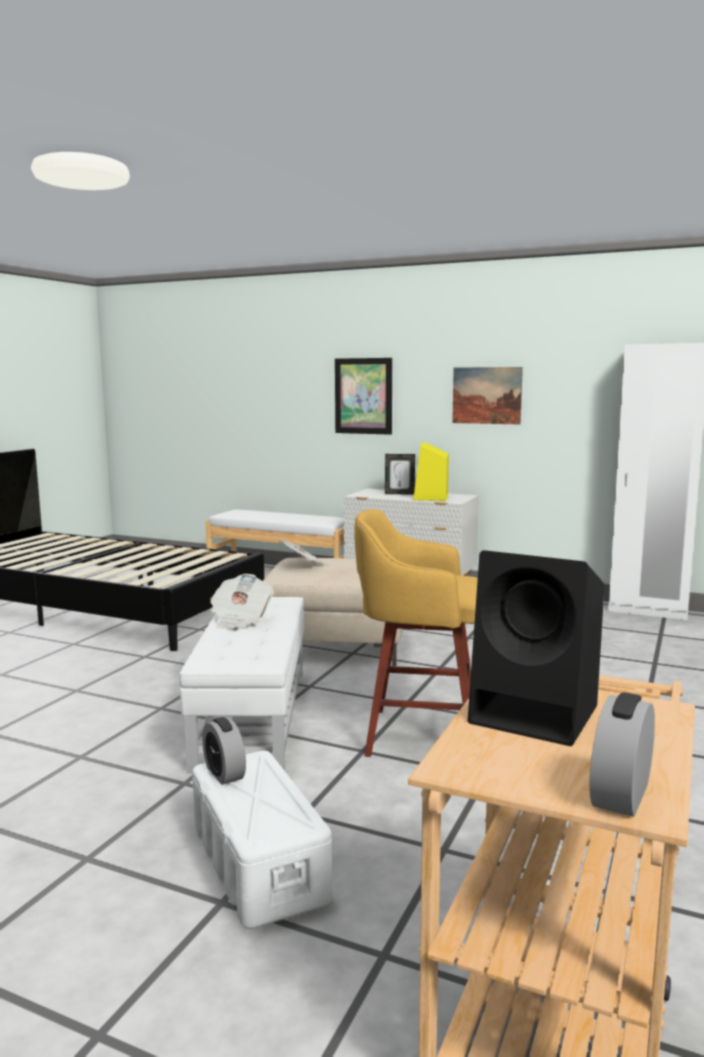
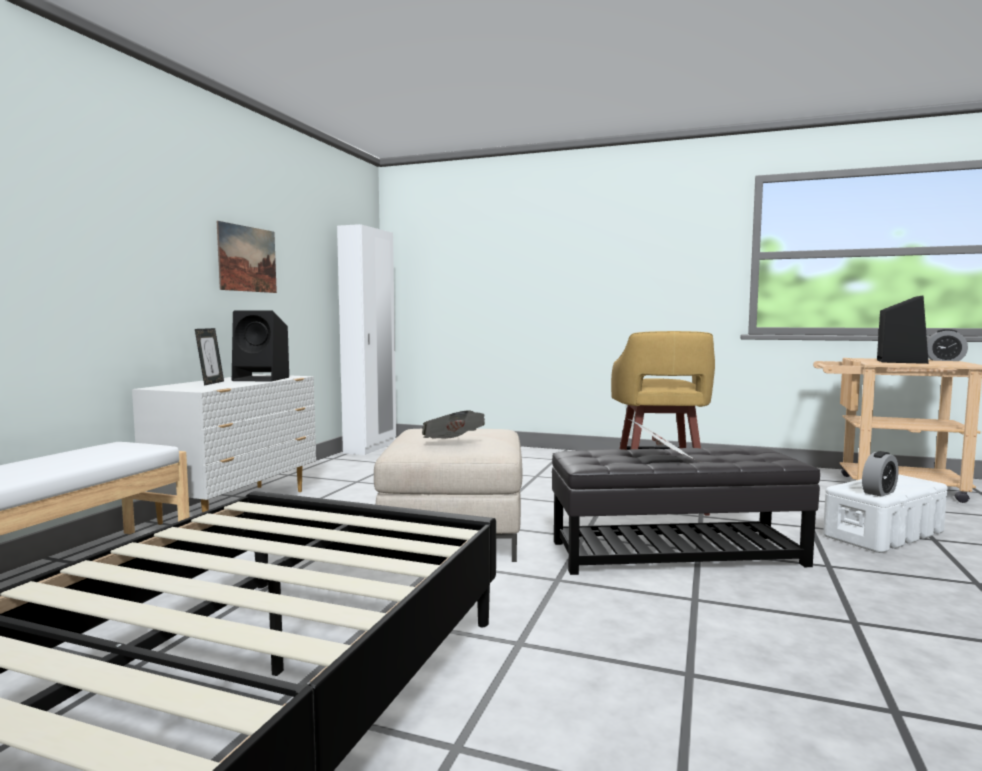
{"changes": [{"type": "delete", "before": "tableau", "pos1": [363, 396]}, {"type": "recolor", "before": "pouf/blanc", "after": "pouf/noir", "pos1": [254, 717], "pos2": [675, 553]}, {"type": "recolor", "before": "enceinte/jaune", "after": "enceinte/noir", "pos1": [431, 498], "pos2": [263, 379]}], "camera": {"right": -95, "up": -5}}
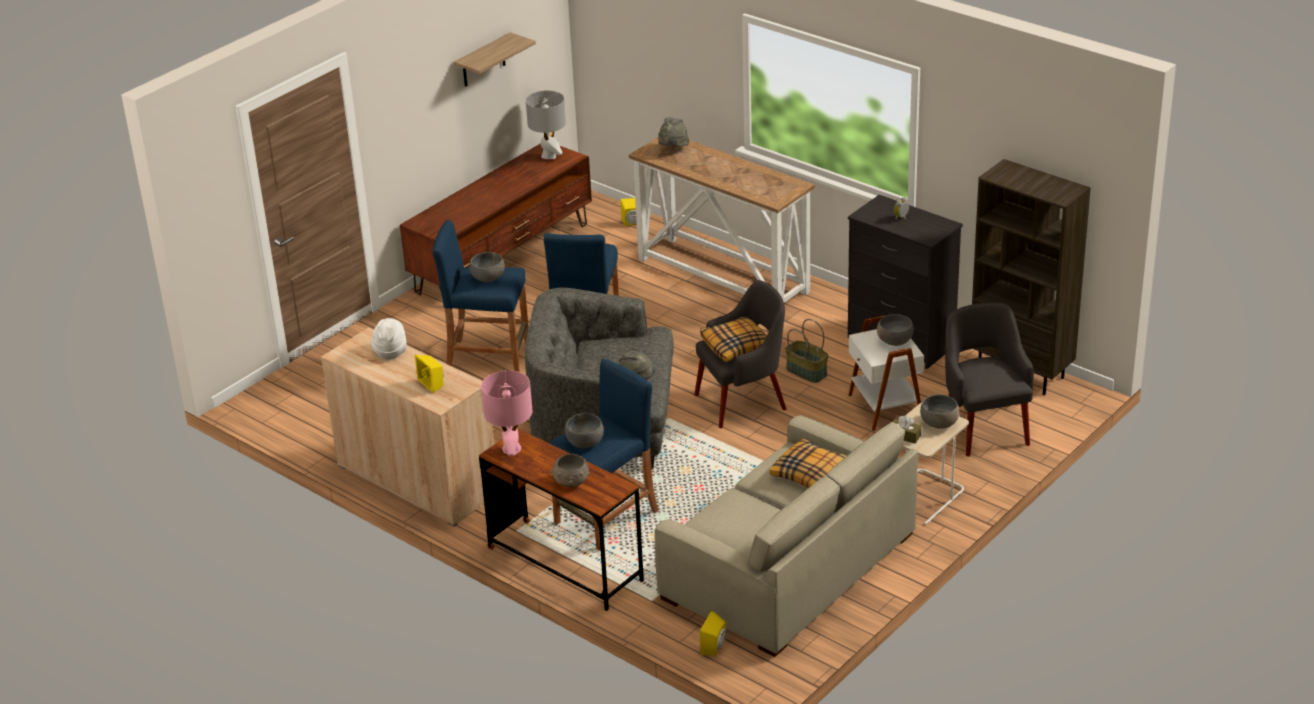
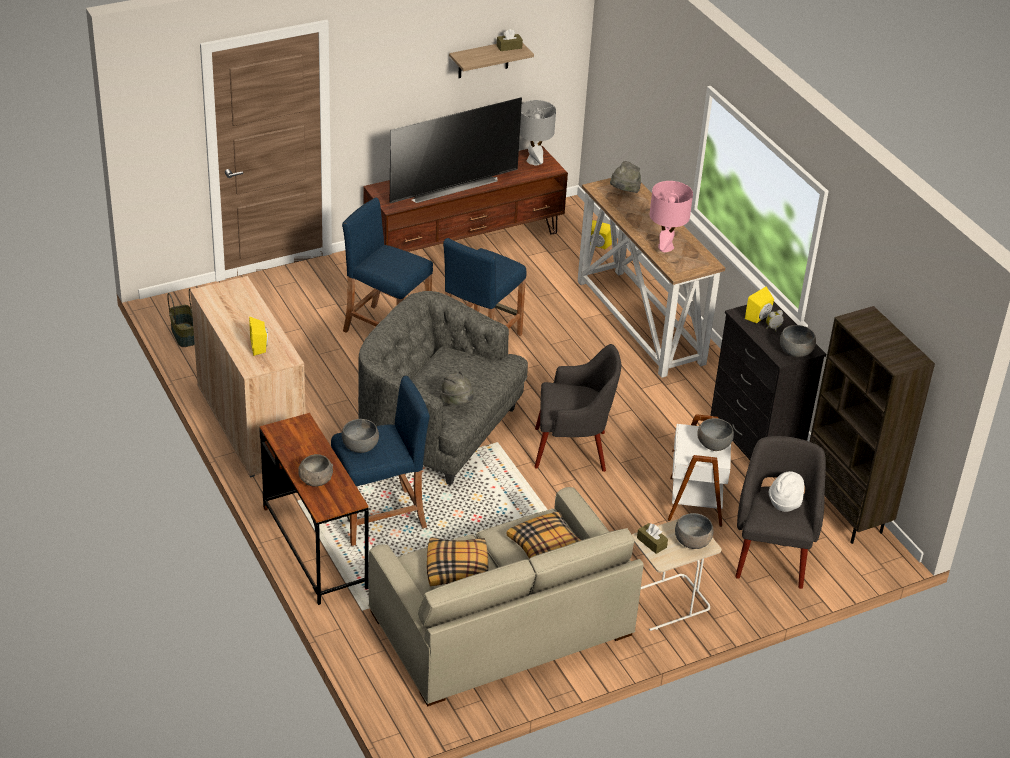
{"changes": [{"type": "insert", "after": "téléviseur", "pos2": [451, 185]}, {"type": "insert", "after": "boîte à mouchoirs/marron", "pos2": [509, 47]}, {"type": "move", "before": "chapeau/blanc", "pos1": [390, 351], "pos2": [785, 502]}, {"type": "move", "before": "bol/gris", "pos1": [488, 277], "pos2": [796, 351]}, {"type": "move", "before": "lampe de table/rose", "pos1": [511, 449], "pos2": [665, 247]}, {"type": "move", "before": "coussin", "pos1": [736, 346], "pos2": [457, 569]}, {"type": "move", "before": "enceinte/jaune", "pos1": [715, 647], "pos2": [759, 317]}, {"type": "move", "before": "panier", "pos1": [807, 372], "pos2": [185, 335]}], "camera": {"right": 20, "up": 5}}
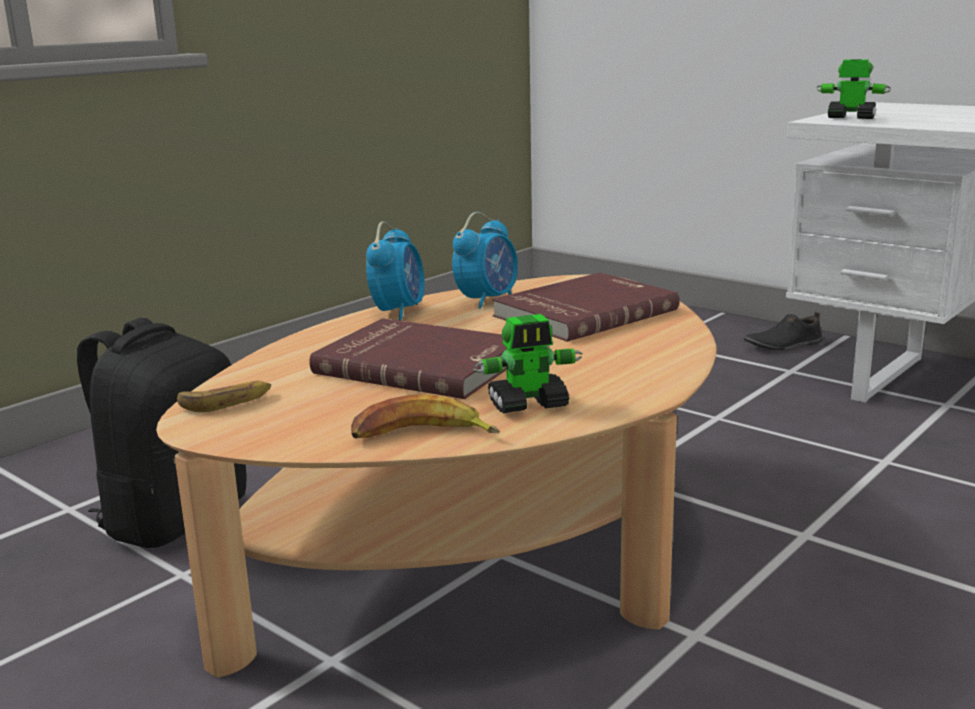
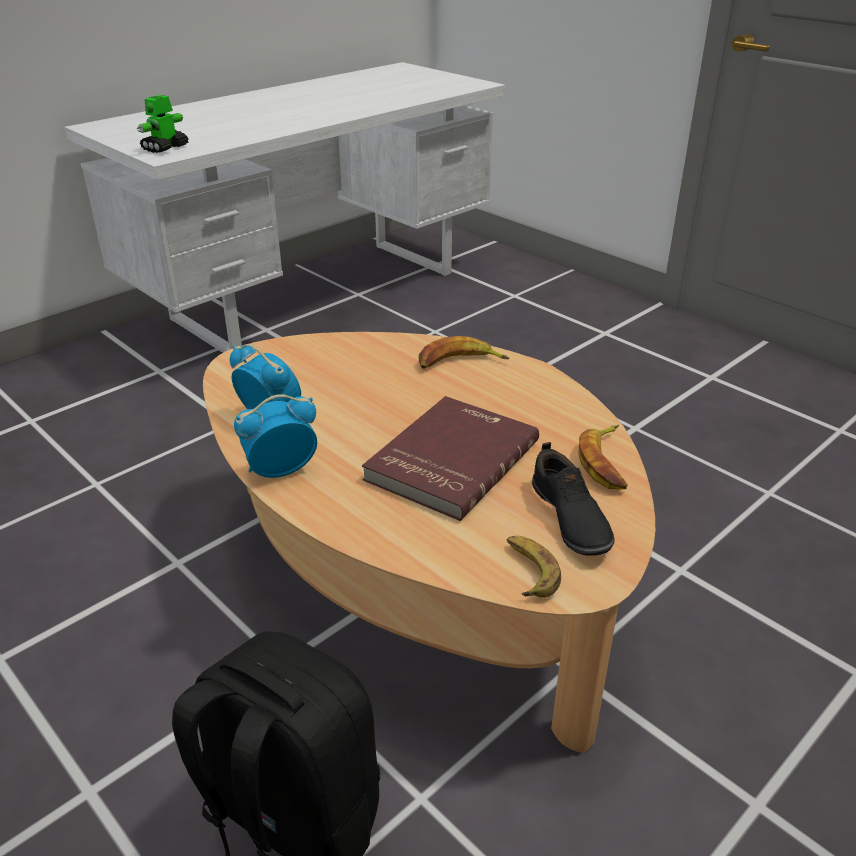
{"changes": [{"type": "delete", "before": "robot jouet", "pos1": [529, 404]}, {"type": "delete", "before": "livre/rouge", "pos1": [583, 312]}, {"type": "insert", "after": "banane", "pos2": [459, 362]}, {"type": "move", "before": "chaussure/noir", "pos1": [782, 345], "pos2": [569, 518]}, {"type": "rotate", "before": "réveil", "pos1": [398, 311], "pos2": [280, 470], "turn": -45}], "camera": {"right": -85, "up": 15}}
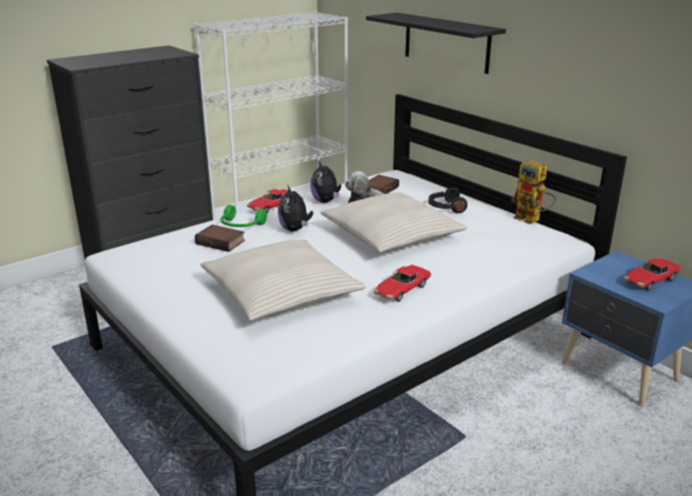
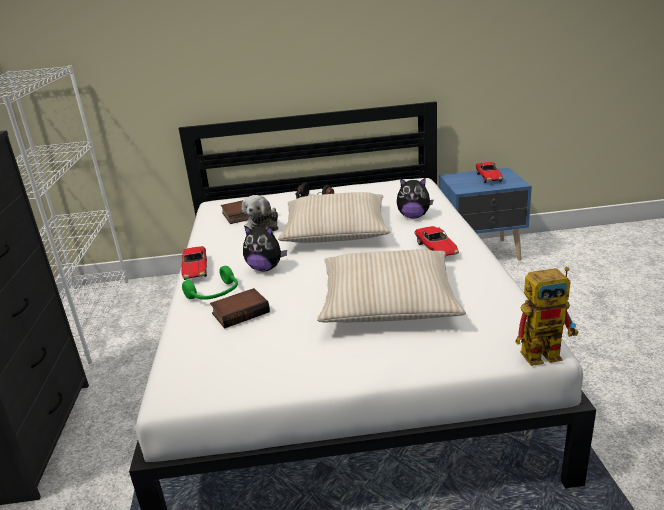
{"changes": [{"type": "delete", "before": "étagère/noir", "pos1": [446, 42]}, {"type": "move", "before": "peluche", "pos1": [326, 201], "pos2": [413, 216]}, {"type": "move", "before": "robot jouet", "pos1": [532, 220], "pos2": [547, 352]}], "camera": {"right": -55, "up": 0}}
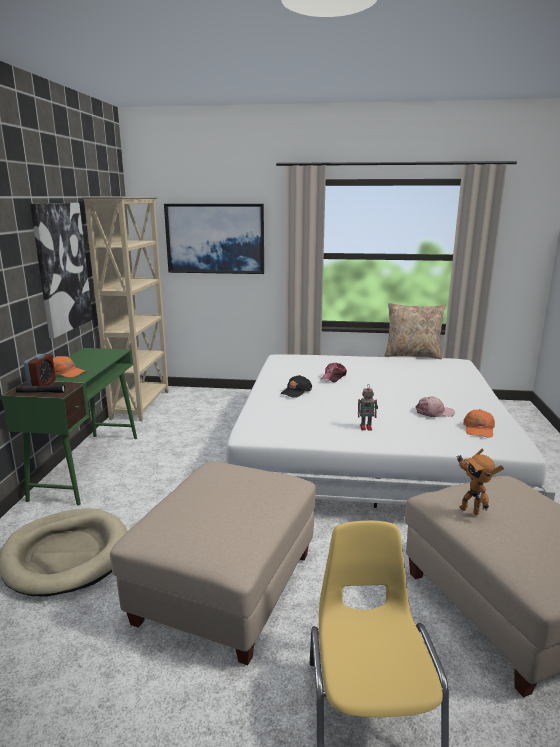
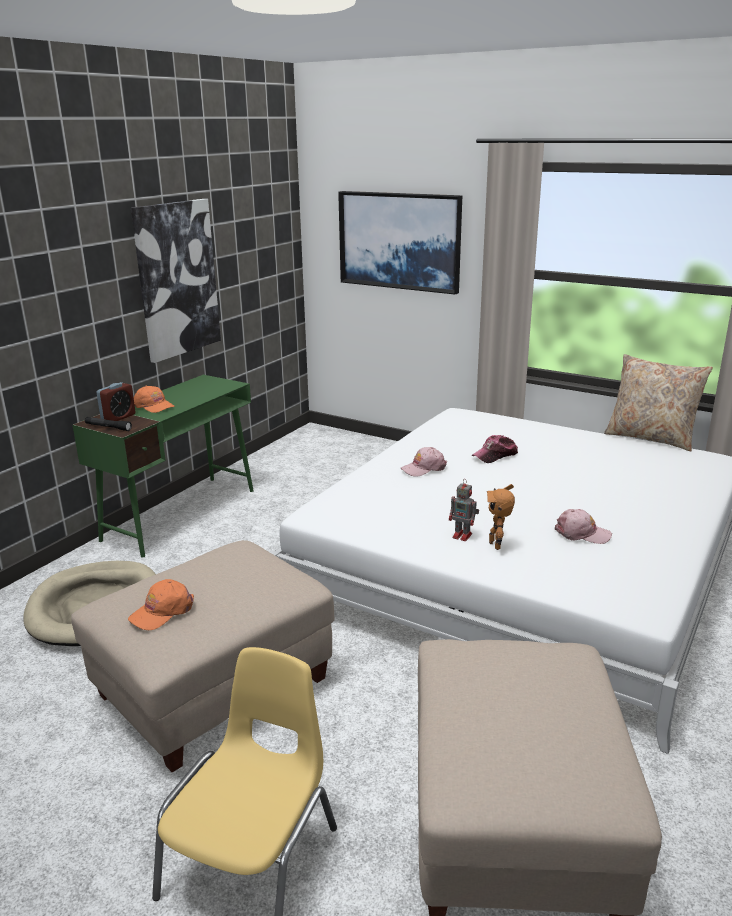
{"changes": [{"type": "delete", "before": "bibliothèque/beige", "pos1": [142, 404]}, {"type": "move", "before": "robot jouet", "pos1": [470, 510], "pos2": [497, 545]}, {"type": "move", "before": "casquette/orange", "pos1": [478, 429], "pos2": [162, 612]}, {"type": "recolor", "before": "casquette/noir", "after": "casquette/rose", "pos1": [296, 391], "pos2": [423, 468]}], "camera": {"right": 25, "up": 5}}
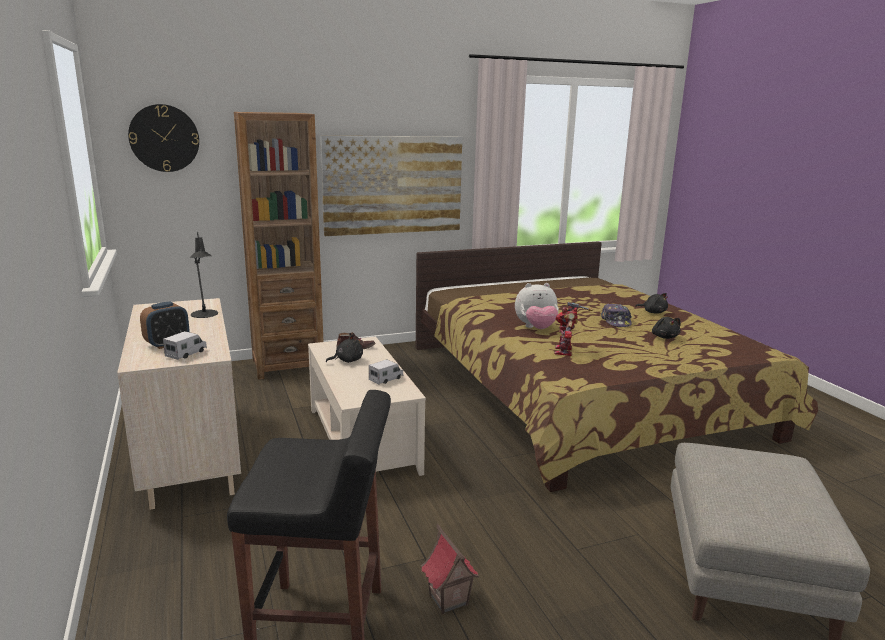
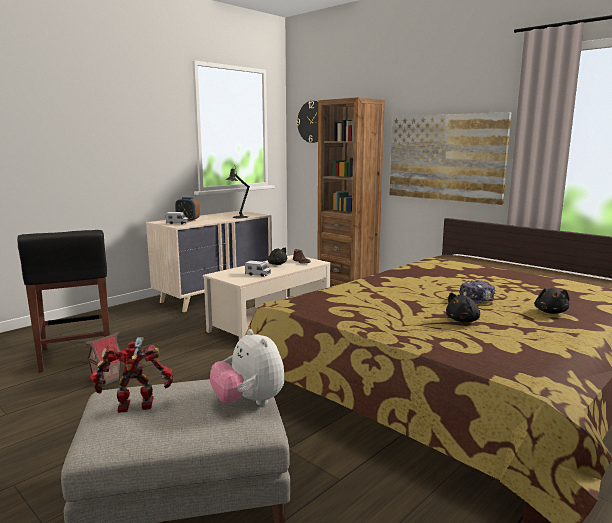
{"changes": [{"type": "move", "before": "peluche", "pos1": [536, 328], "pos2": [249, 402]}, {"type": "move", "before": "robot jouet", "pos1": [565, 351], "pos2": [136, 406]}], "camera": {"right": 65, "up": -5}}
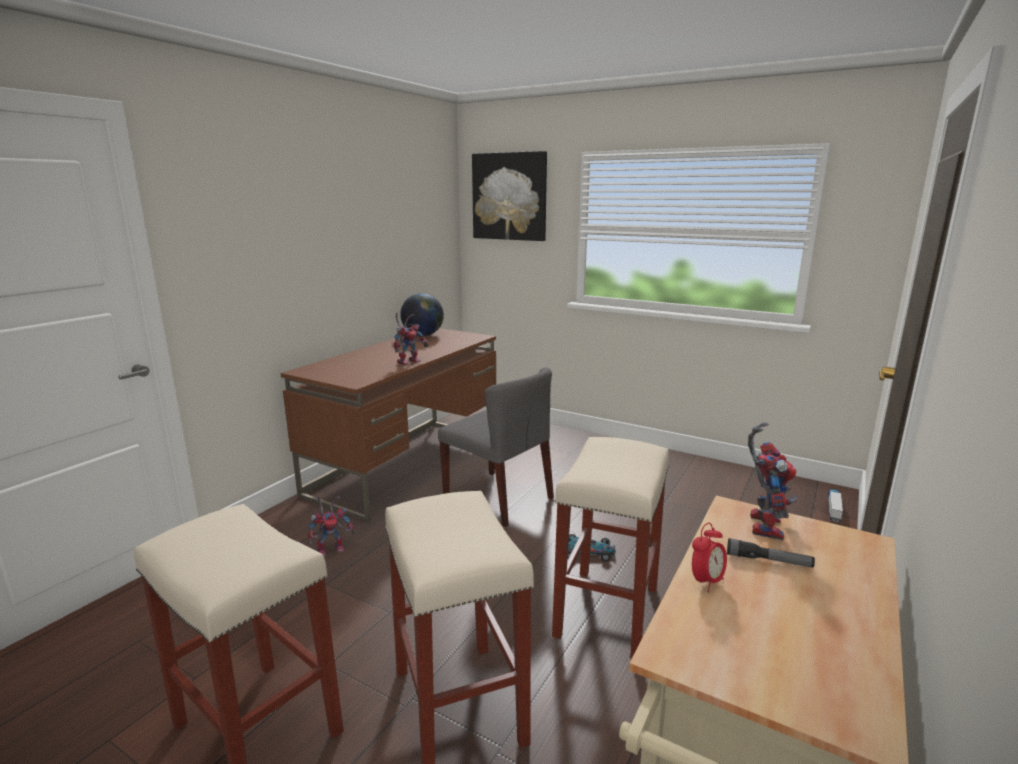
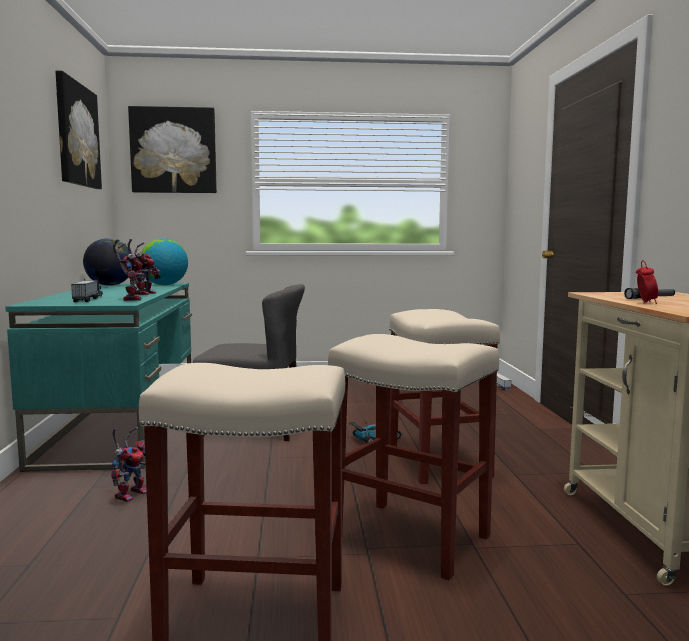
{"changes": [{"type": "insert", "after": "tableau", "pos2": [76, 135]}, {"type": "insert", "after": "camion jouet", "pos2": [88, 299]}, {"type": "insert", "after": "globe", "pos2": [164, 285]}, {"type": "move", "before": "robot jouet", "pos1": [761, 523], "pos2": [130, 299]}, {"type": "recolor", "before": "bureau/marron", "after": "bureau/turquoise", "pos1": [407, 464], "pos2": [123, 426]}], "camera": {"right": -35, "up": -10}}
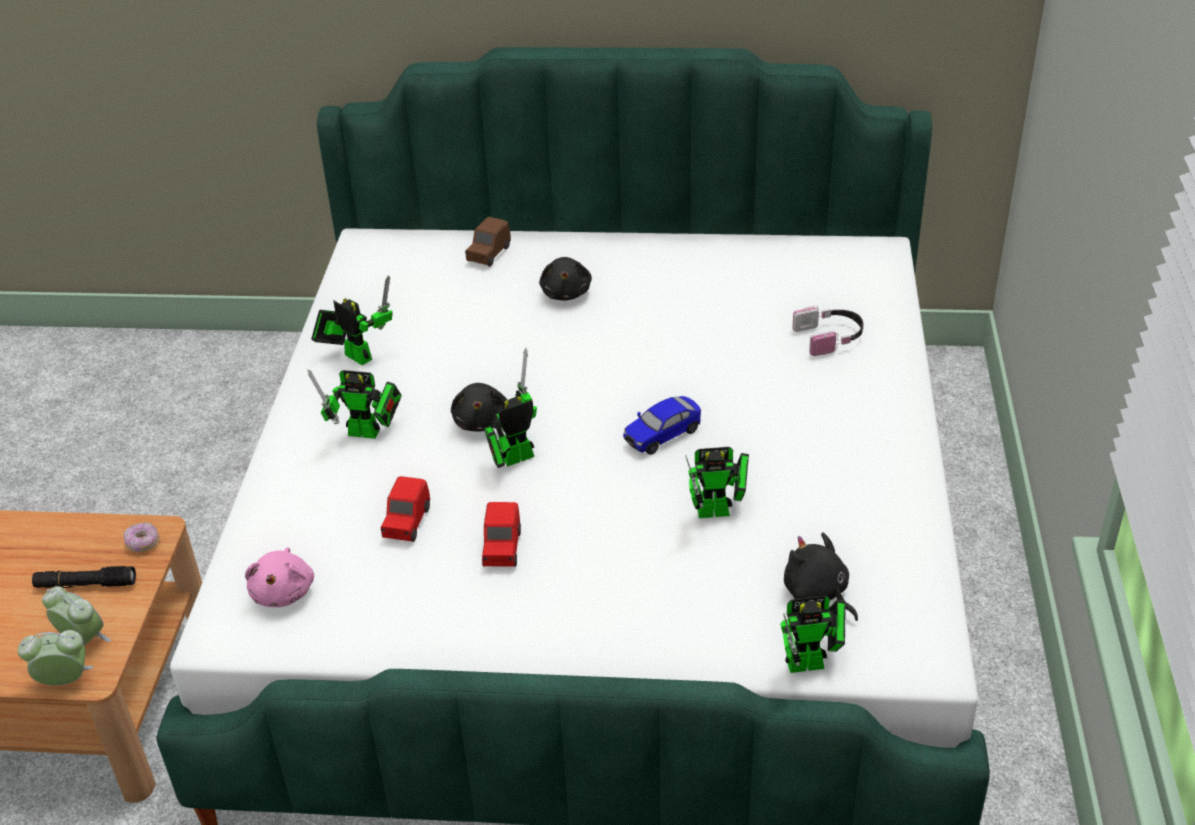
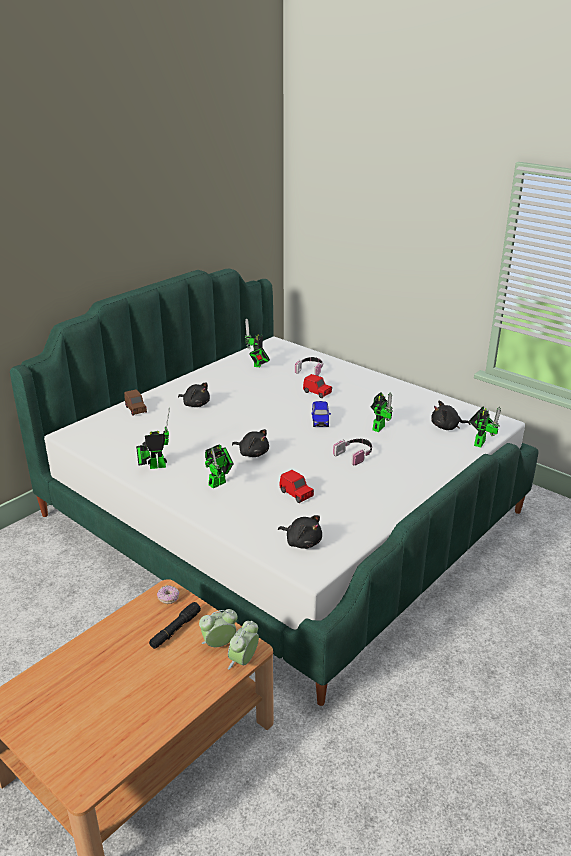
{"changes": [{"type": "insert", "after": "casque audio", "pos2": [355, 455]}, {"type": "move", "before": "petite voiture/rouge", "pos1": [502, 549], "pos2": [317, 393]}, {"type": "move", "before": "robot jouet", "pos1": [513, 459], "pos2": [257, 365]}, {"type": "recolor", "before": "peluche/rose", "after": "peluche/noir", "pos1": [284, 591], "pos2": [302, 542]}], "camera": {"right": -55, "up": -10}}
